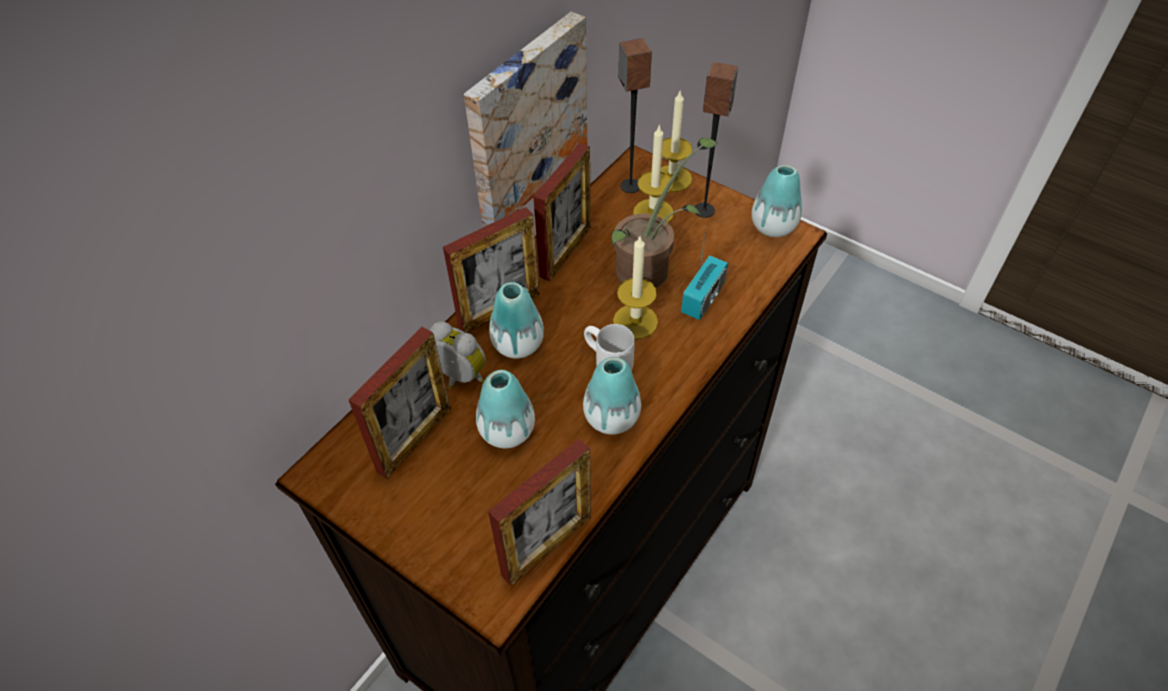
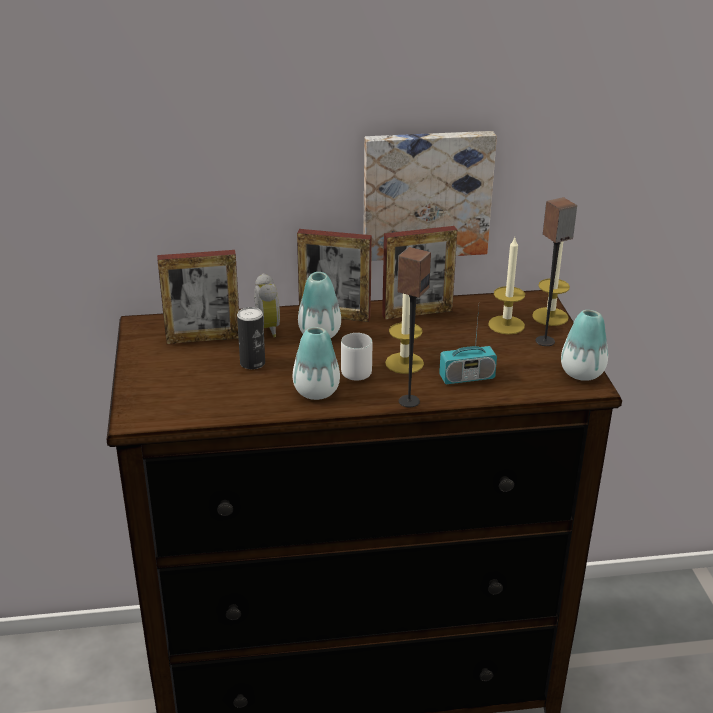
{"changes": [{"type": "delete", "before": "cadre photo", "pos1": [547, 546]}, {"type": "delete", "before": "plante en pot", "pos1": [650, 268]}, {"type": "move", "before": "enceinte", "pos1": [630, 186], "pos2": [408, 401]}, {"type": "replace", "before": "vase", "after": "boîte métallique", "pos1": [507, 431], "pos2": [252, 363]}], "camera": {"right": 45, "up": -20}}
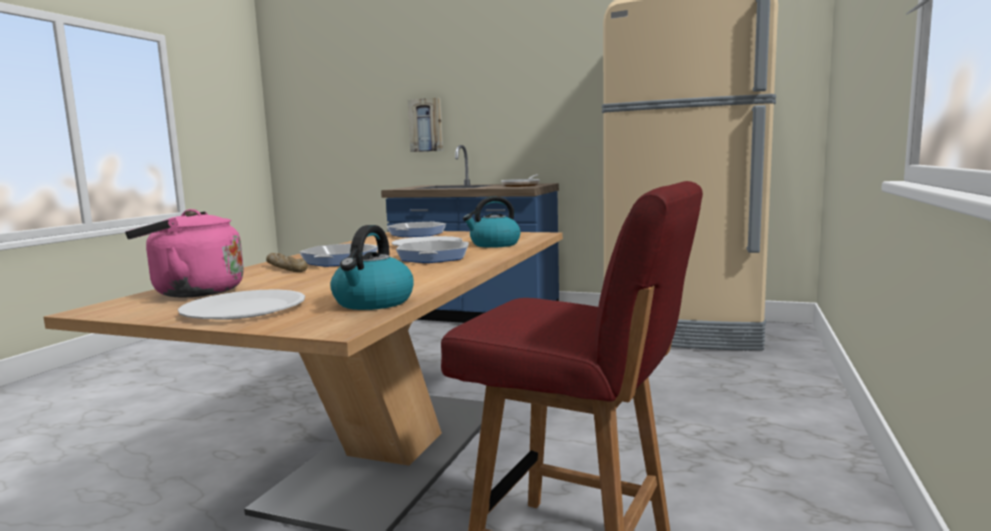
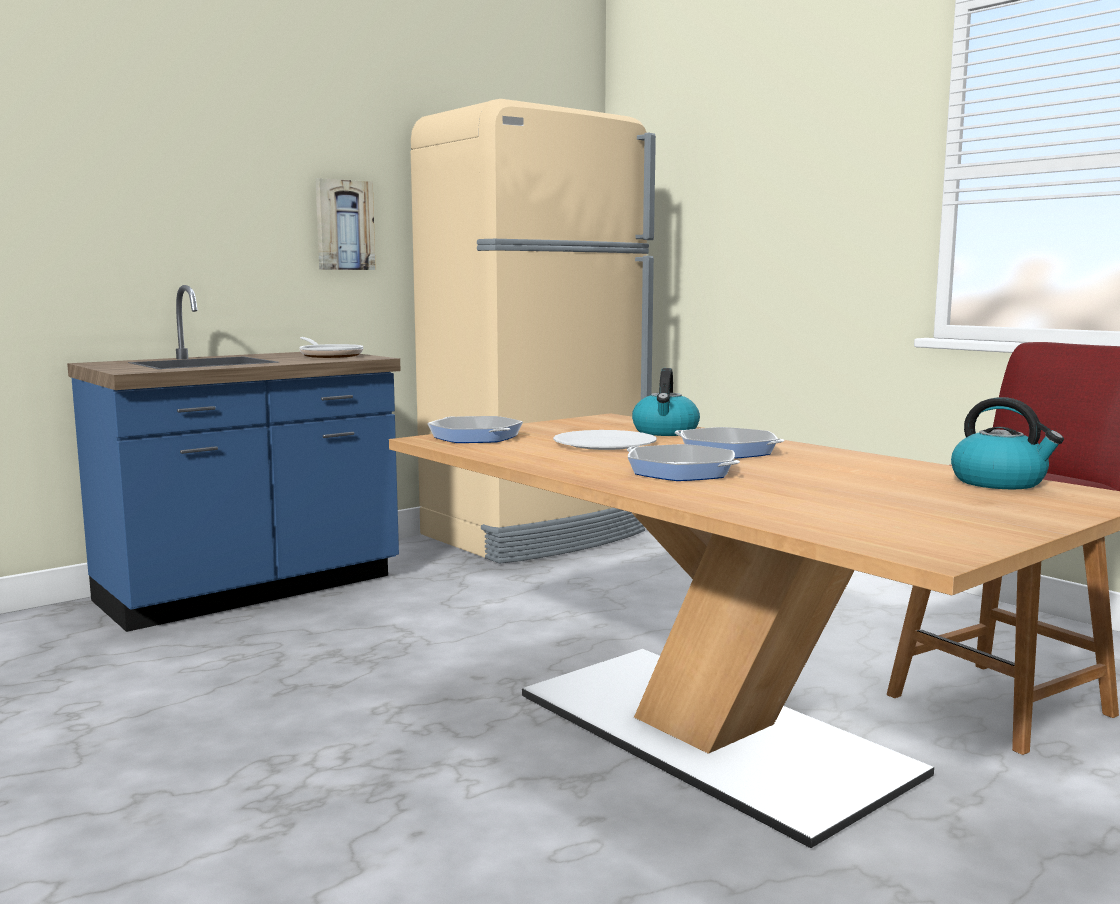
{"changes": [{"type": "delete", "before": "bouilloire/rose", "pos1": [192, 292]}, {"type": "delete", "before": "assiette/blanc", "pos1": [244, 308]}, {"type": "delete", "before": "pain", "pos1": [286, 269]}, {"type": "move", "before": "tableau", "pos1": [426, 125], "pos2": [344, 225]}], "camera": {"right": -60, "up": 0}}
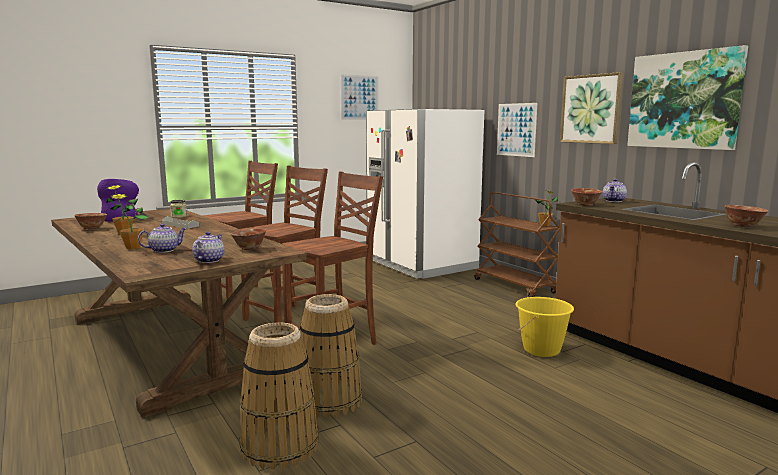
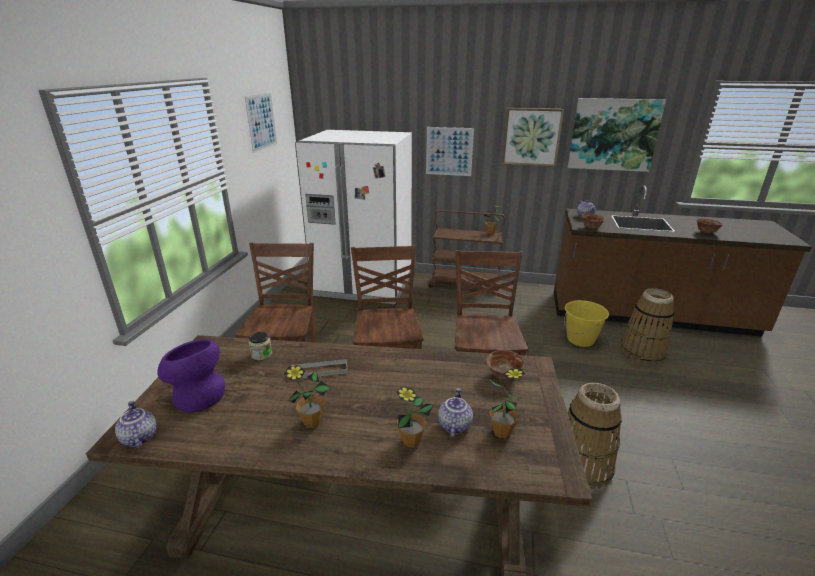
{"changes": [{"type": "delete", "before": "bol", "pos1": [92, 228]}, {"type": "insert", "after": "plante en pot", "pos2": [502, 432]}, {"type": "move", "before": "théière", "pos1": [208, 260], "pos2": [138, 438]}, {"type": "move", "before": "panier", "pos1": [279, 446], "pos2": [642, 352]}], "camera": {"right": -45, "up": 15}}
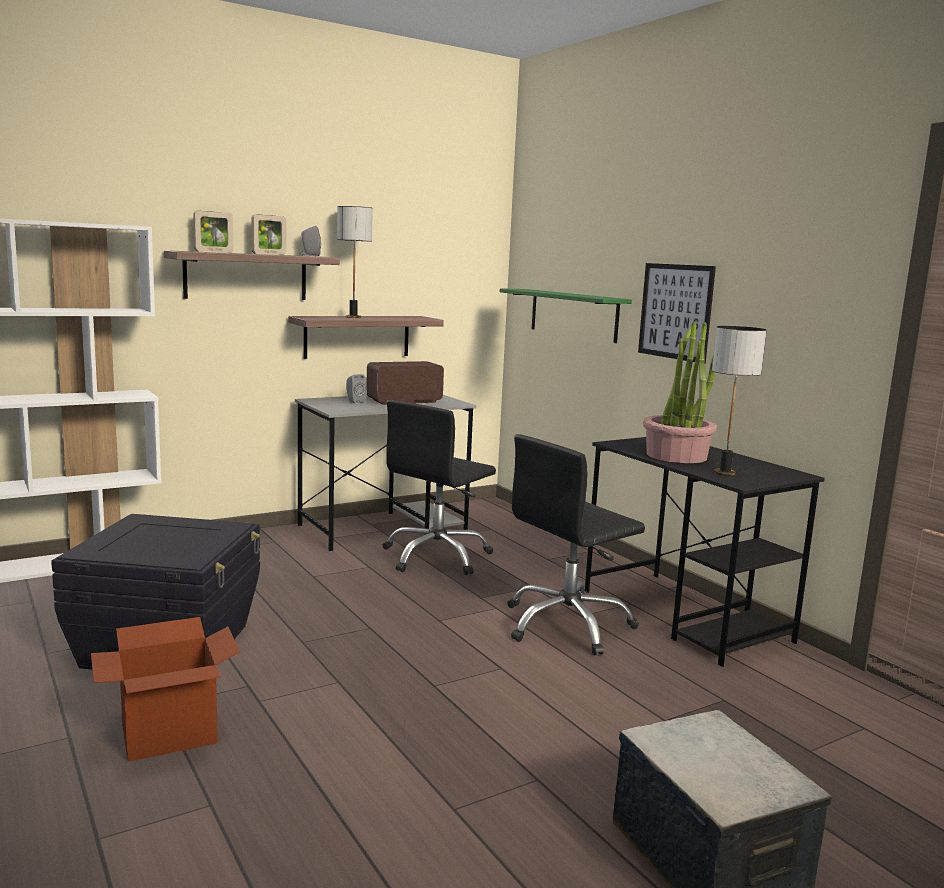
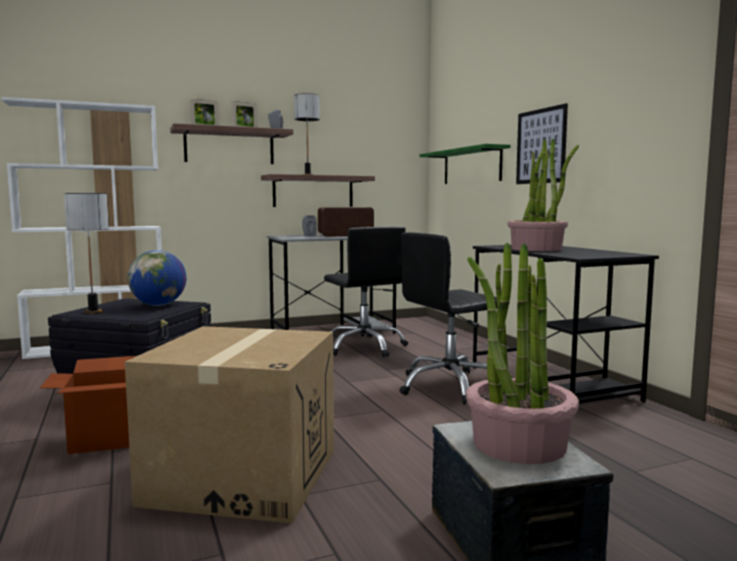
{"changes": [{"type": "insert", "after": "carton", "pos2": [243, 476]}, {"type": "insert", "after": "globe", "pos2": [158, 305]}, {"type": "insert", "after": "plante en pot", "pos2": [518, 444]}, {"type": "move", "before": "lampe de table", "pos1": [724, 473], "pos2": [92, 312]}, {"type": "rotate", "before": "chaise de bureau/noir", "pos1": [437, 556], "pos2": [364, 347], "turn": -75}], "camera": {"right": 10, "up": -5}}
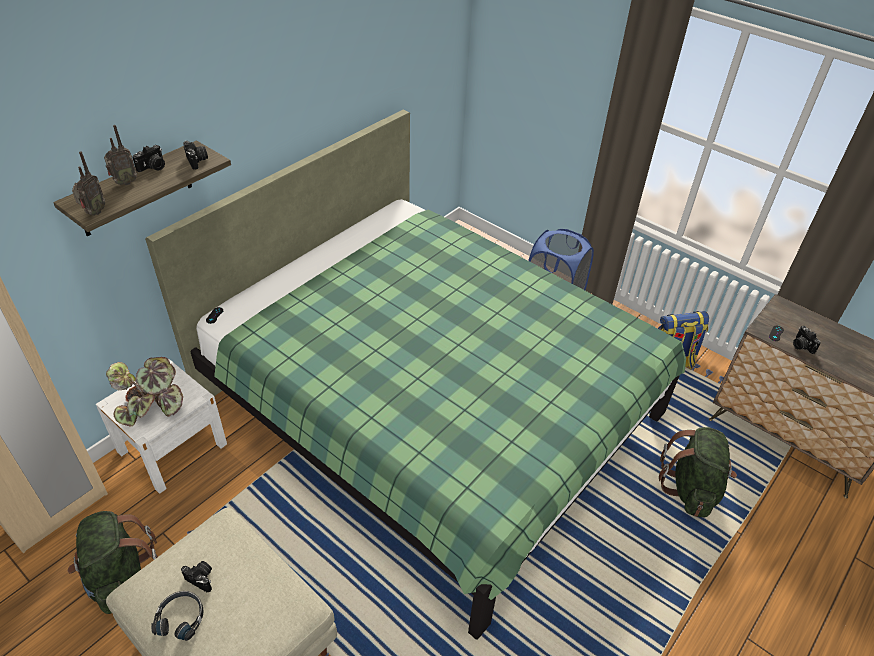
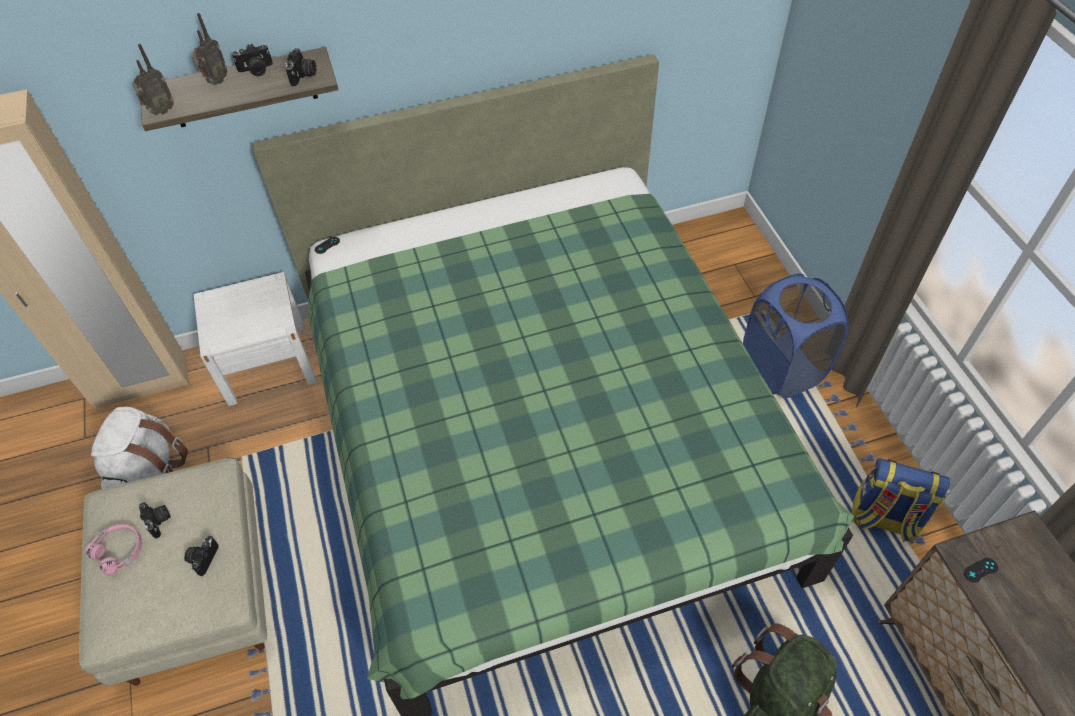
{"changes": [{"type": "delete", "before": "plante en pot", "pos1": [153, 406]}, {"type": "move", "before": "appareil photo", "pos1": [801, 345], "pos2": [203, 558]}, {"type": "recolor", "before": "sac à dos/vert", "after": "sac à dos/blanc", "pos1": [120, 577], "pos2": [150, 473]}, {"type": "recolor", "before": "casque audio/noir", "after": "casque audio/rose", "pos1": [181, 618], "pos2": [119, 550]}, {"type": "rotate", "before": "radio", "pos1": [124, 183], "pos2": [215, 82], "turn": -60}], "camera": {"right": 35, "up": 10}}
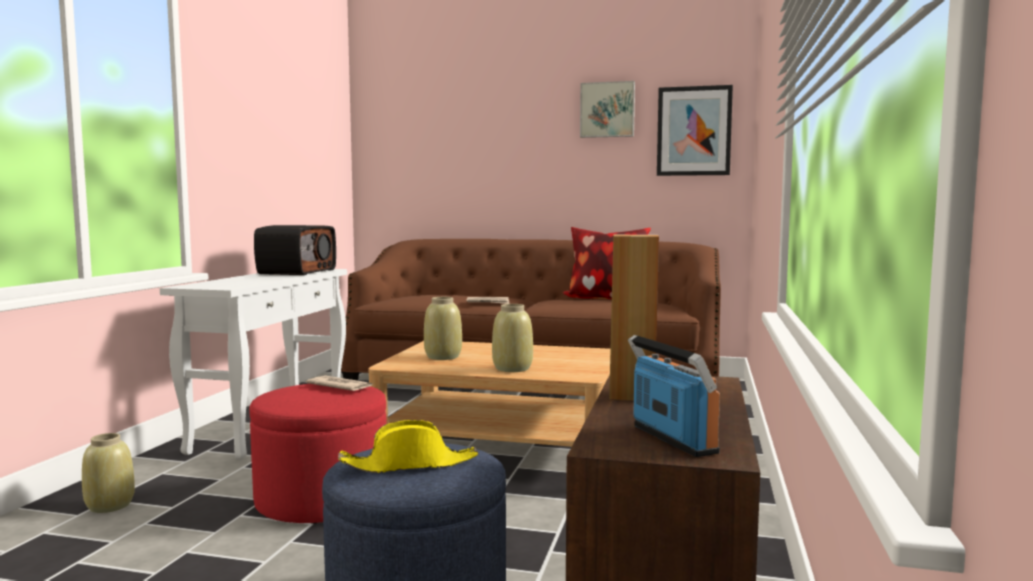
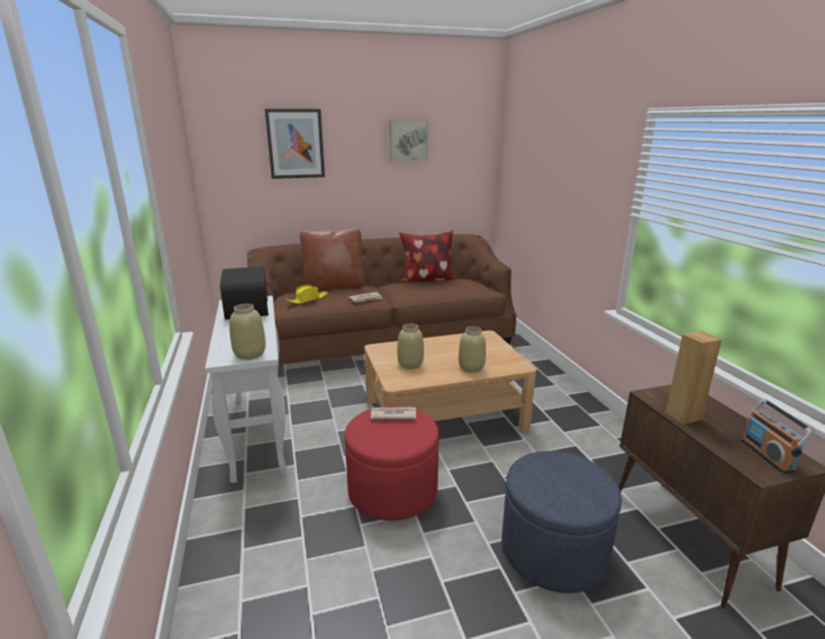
{"changes": [{"type": "insert", "after": "coussin/marron", "pos2": [334, 286]}, {"type": "move", "before": "vase/beige", "pos1": [109, 506], "pos2": [250, 354]}, {"type": "move", "before": "chapeau/jaune", "pos1": [410, 464], "pos2": [308, 299]}, {"type": "move", "before": "tableau", "pos1": [694, 131], "pos2": [295, 144]}, {"type": "rotate", "before": "radio", "pos1": [672, 439], "pos2": [767, 455], "turn": -135}], "camera": {"right": -30, "up": 15}}
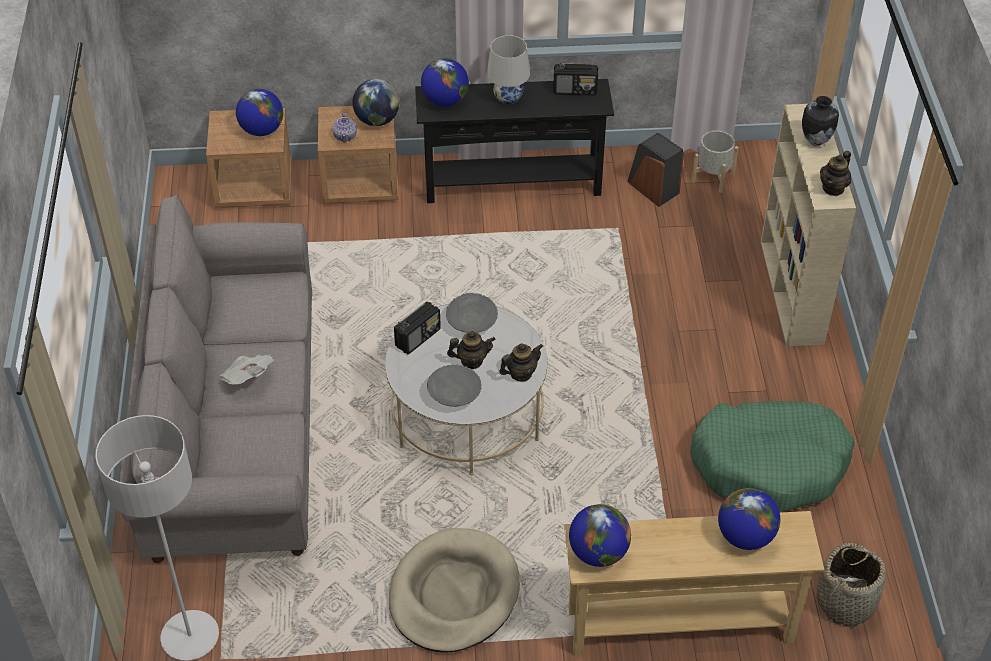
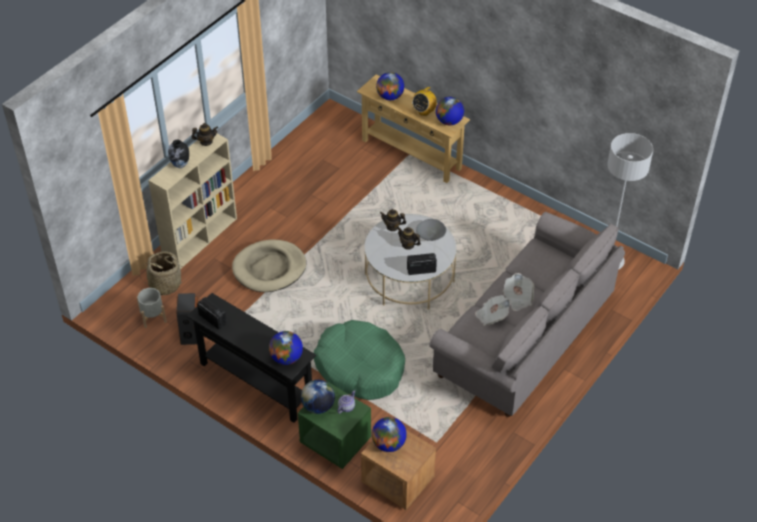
{"changes": [{"type": "delete", "before": "bol/gris", "pos1": [472, 323]}, {"type": "delete", "before": "lampe de table/blanc", "pos1": [508, 97]}, {"type": "insert", "after": "radio", "pos2": [424, 111]}, {"type": "insert", "after": "journal", "pos2": [492, 316]}, {"type": "move", "before": "panier pour chien/beige", "pos1": [453, 594], "pos2": [269, 268]}, {"type": "move", "before": "panier pour chien/vert", "pos1": [770, 464], "pos2": [360, 367]}, {"type": "move", "before": "panier", "pos1": [846, 601], "pos2": [165, 284]}, {"type": "recolor", "before": "table de chevet/marron", "after": "table de chevet/vert", "pos1": [361, 182], "pos2": [335, 441]}], "camera": {"right": -140, "up": 0}}
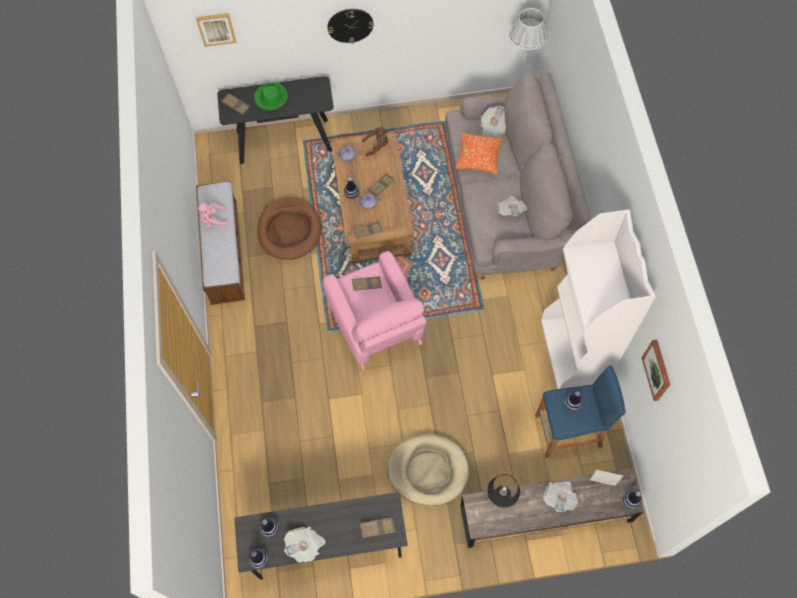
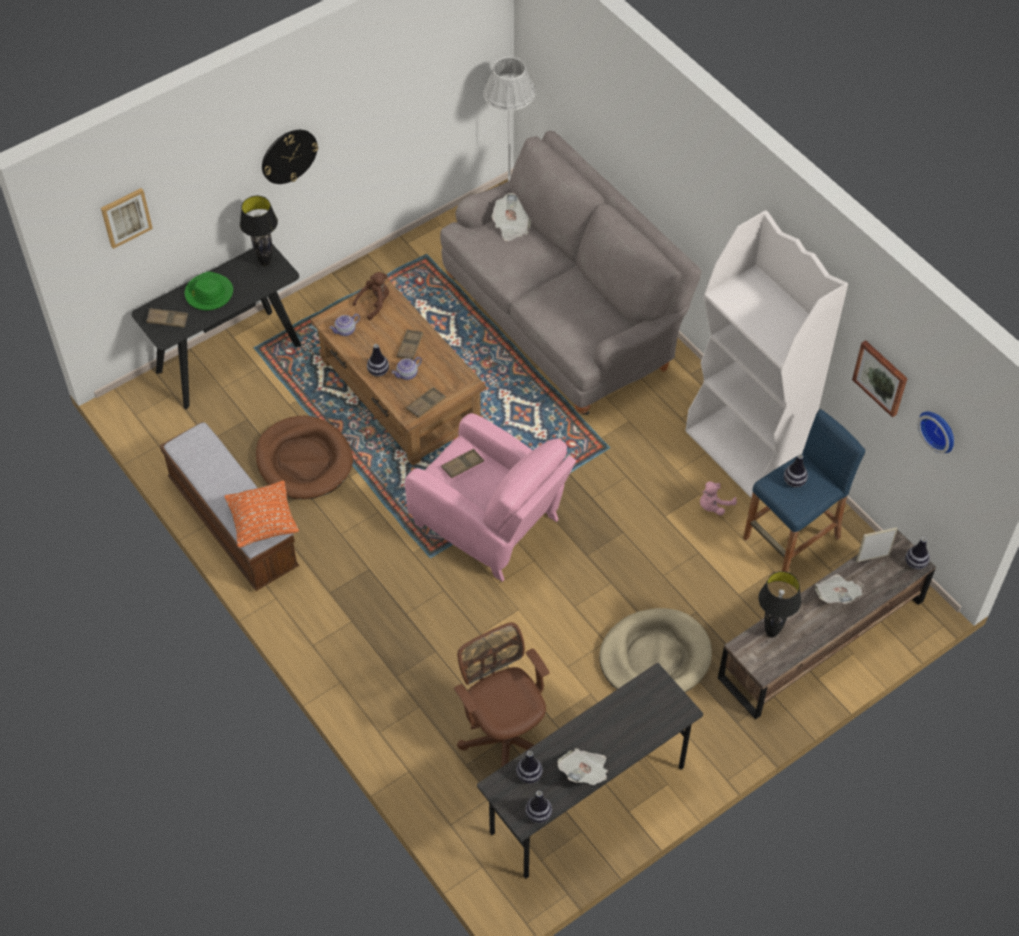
{"changes": [{"type": "delete", "before": "plateau/marron", "pos1": [377, 528]}, {"type": "delete", "before": "journal", "pos1": [510, 210]}, {"type": "insert", "after": "lampe de table/noir", "pos2": [265, 263]}, {"type": "insert", "after": "chaise de bureau/marron", "pos2": [504, 738]}, {"type": "insert", "after": "horloge murale", "pos2": [939, 430]}, {"type": "move", "before": "peluche/rose", "pos1": [213, 220], "pos2": [713, 505]}, {"type": "move", "before": "coussin/orange", "pos1": [478, 160], "pos2": [263, 523]}], "camera": {"right": -30, "up": -10}}
